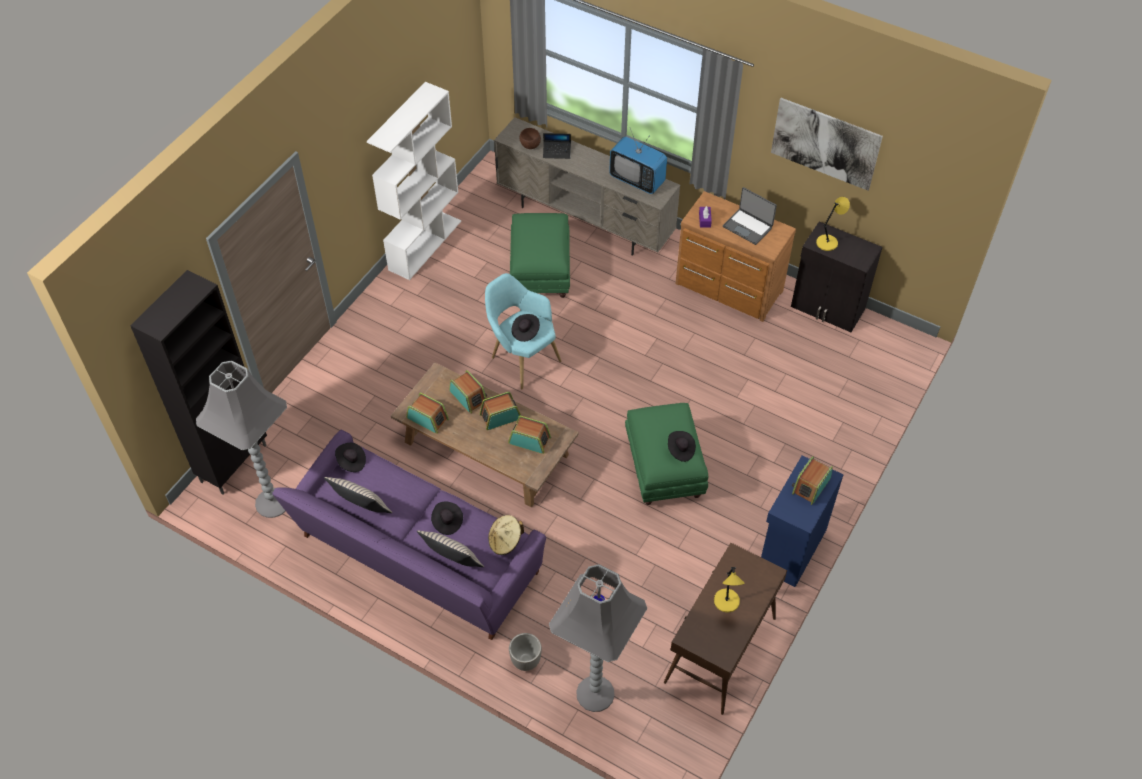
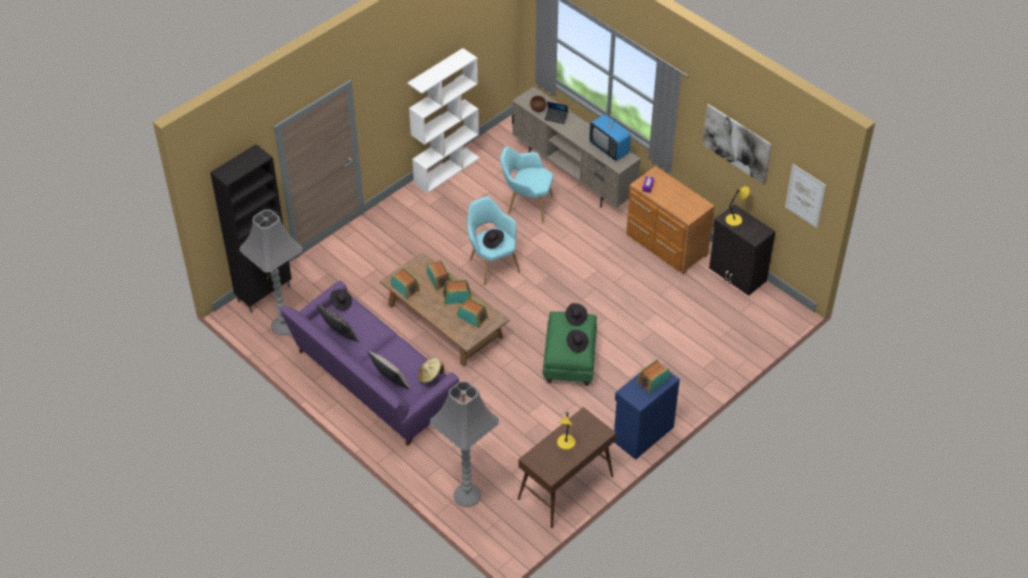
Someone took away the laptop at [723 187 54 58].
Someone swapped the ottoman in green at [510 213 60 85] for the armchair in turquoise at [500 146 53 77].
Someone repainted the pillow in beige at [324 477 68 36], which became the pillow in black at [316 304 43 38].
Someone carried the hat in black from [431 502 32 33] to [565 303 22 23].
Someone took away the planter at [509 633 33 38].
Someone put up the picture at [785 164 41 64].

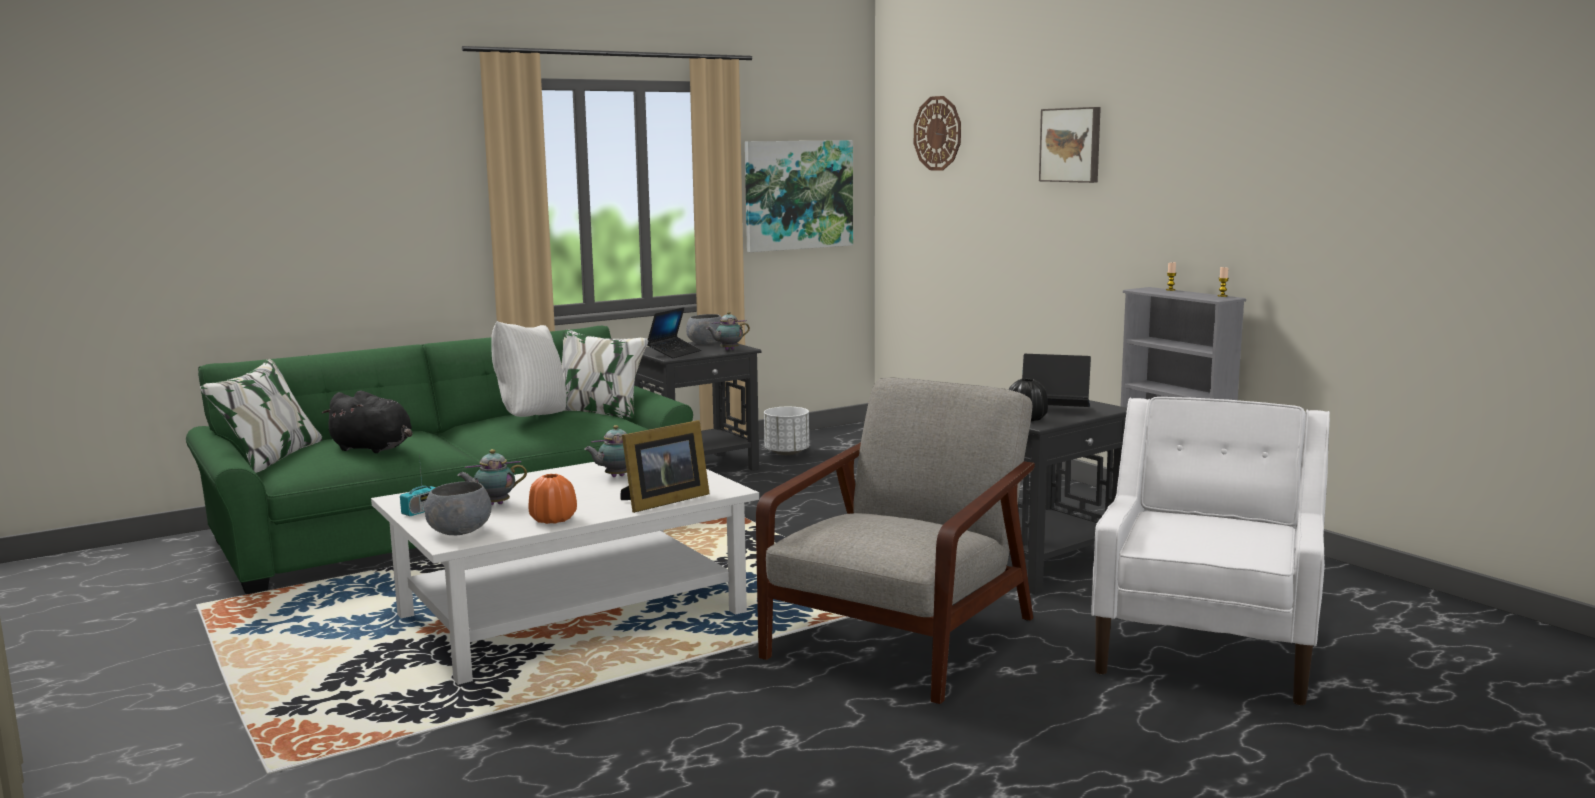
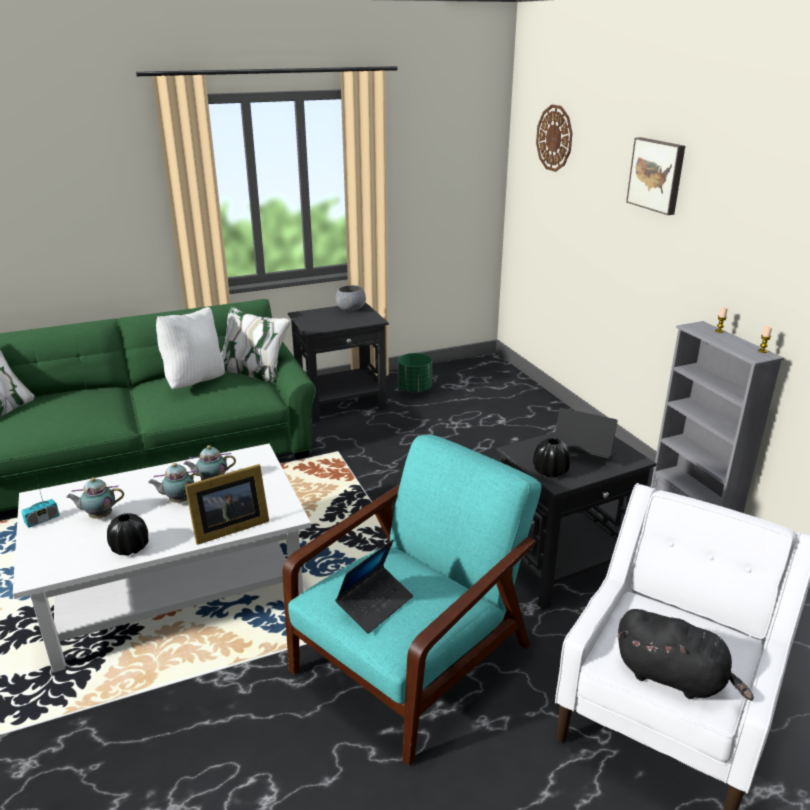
Someone took away the picture at [745 140 108 112].
Someone carried the laptop from [647 307 54 51] to [335 540 78 94].
Someone carried the teapot from [706 312 44 38] to [148 463 55 40].
Someone repainted the armchair in grey at [756 377 279 327], which became the armchair in turquoise at [282 435 259 331].
Someone carried the plush toy in black from [322 391 91 62] to [618 609 136 92].
Someone repainted the planter in white at [764 407 45 48], which became the planter in green at [398 353 34 40].
Someone repainted the vase in orange at [528 474 49 50], which became the vase in black at [107 513 42 43].
Someone took away the bowl in grey at [425 481 67 54].

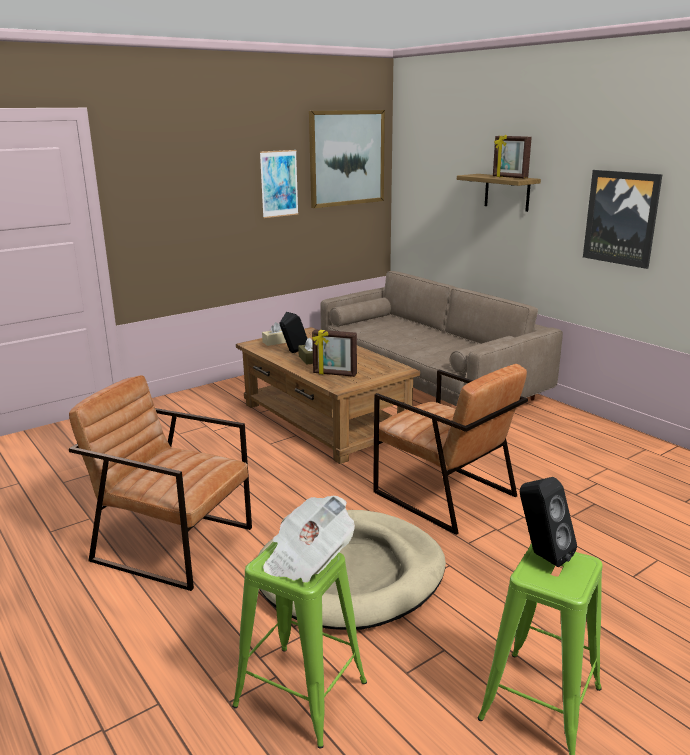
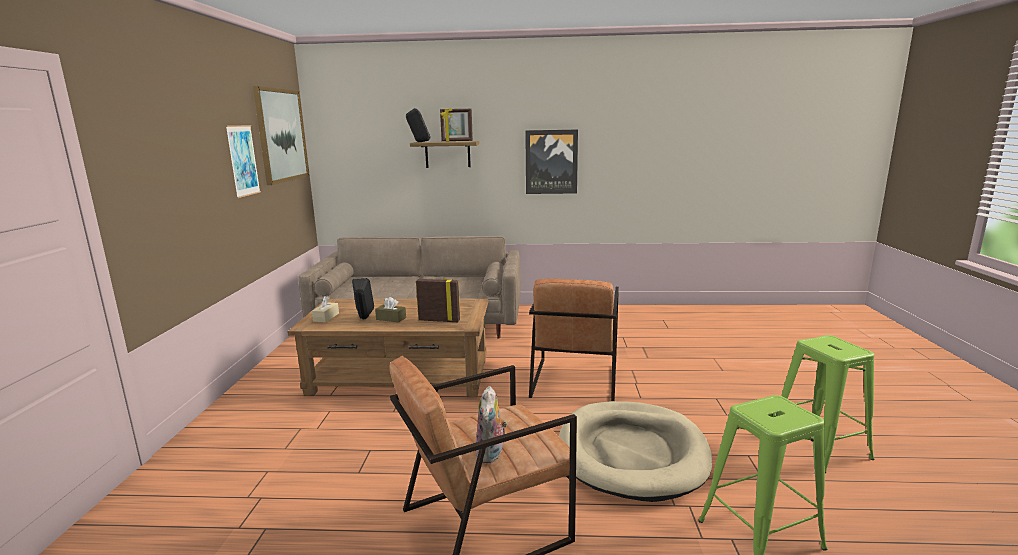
Someone rotated the picture frame at [312 329 45 48] by 135 degrees counterclockwise.
Someone rotated the armchair in brown at [373 364 155 171] by 105 degrees clockwise.
Someone carried the speaker in black from [520 477 57 90] to [406 108 25 34].
Someone took away the newspaper at [263 496 92 87].
Someone put down the plush toy at [476 386 32 77].

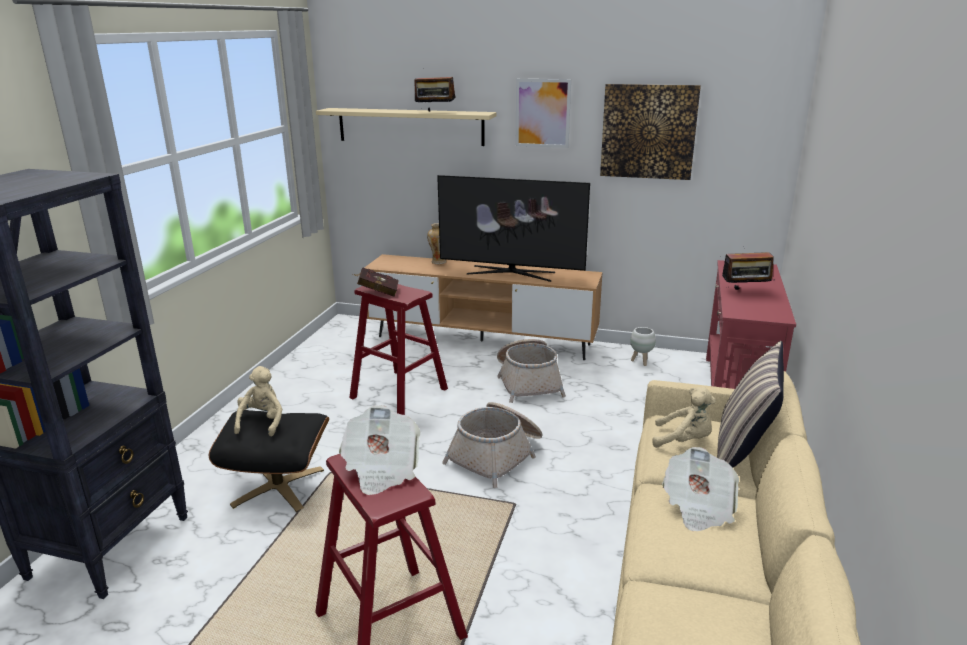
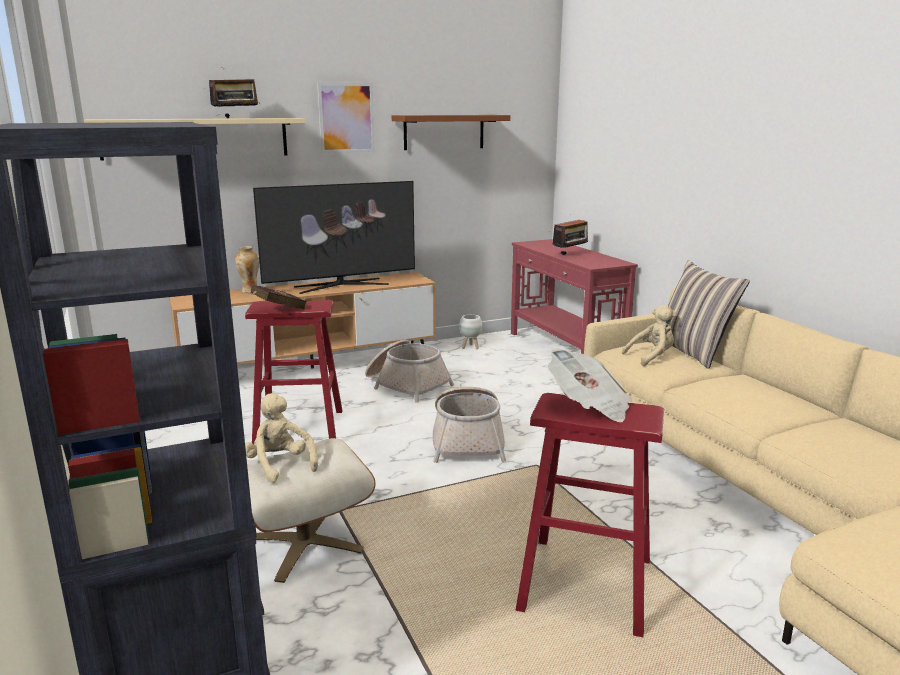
Someone swapped the picture at [600 84 101 96] for the shelf in brown at [392 115 118 35].
Someone repainted the ottoman in black at [209 410 120 102], which became the ottoman in beige at [247 438 129 145].
Someone took away the newspaper at [662 447 77 84].

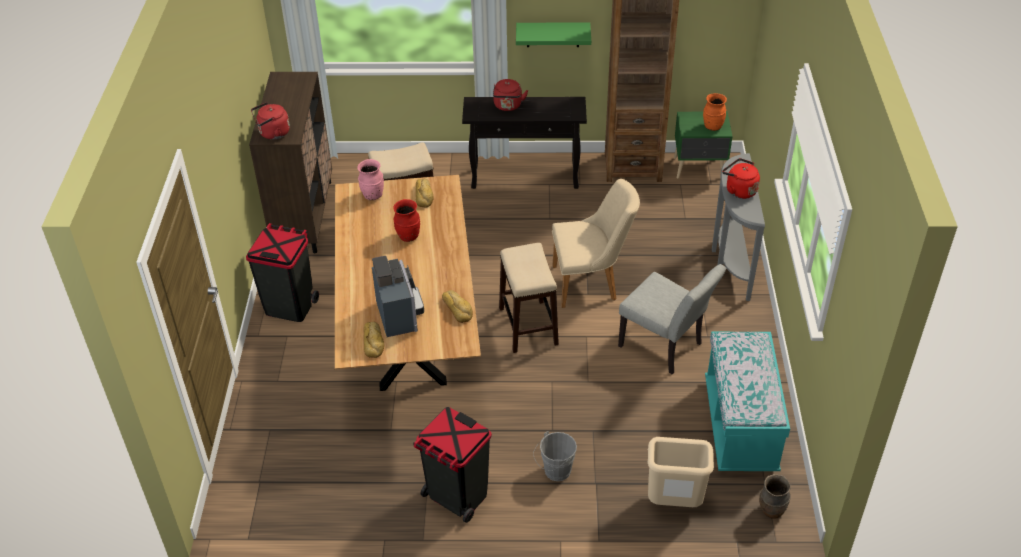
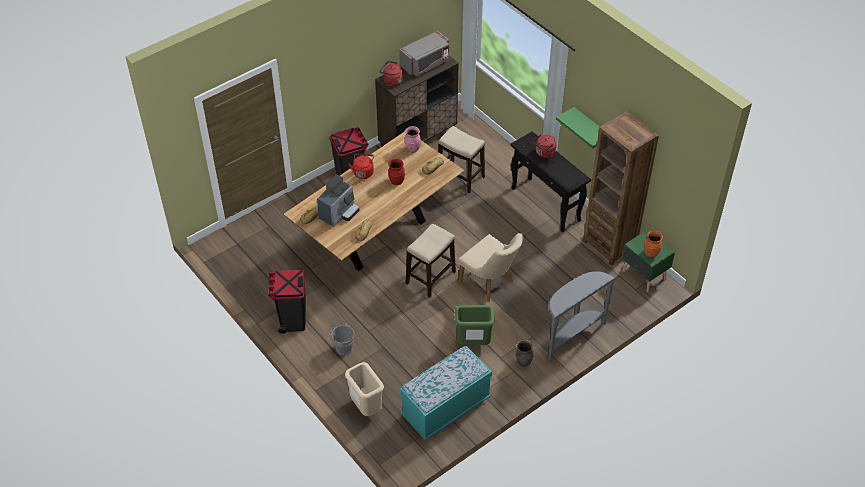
Someone carried the kettle in red from [722 158 38 41] to [348 153 26 26].
Someone swapped the chair in grey at [618 264 108 110] for the trash can in green at [455 305 39 40].
Someone carried the vase in brown from [759 474 32 45] to [516 340 18 27].
Someone put down the microwave in grey at [399 31 50 45].

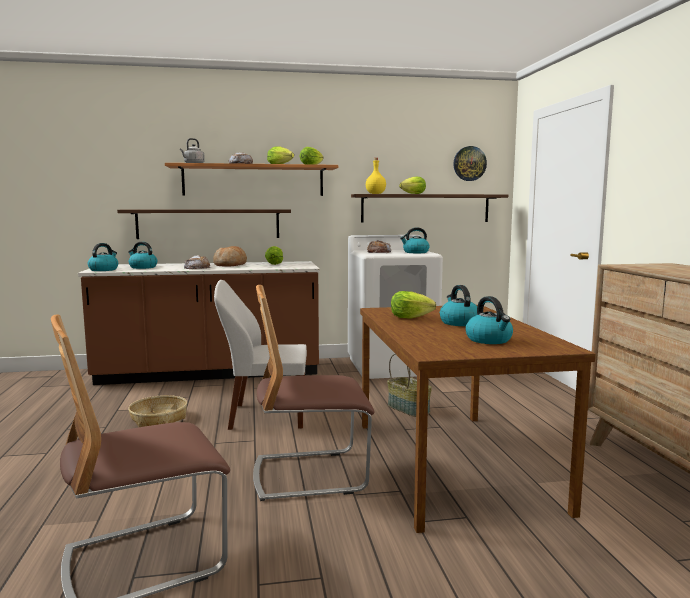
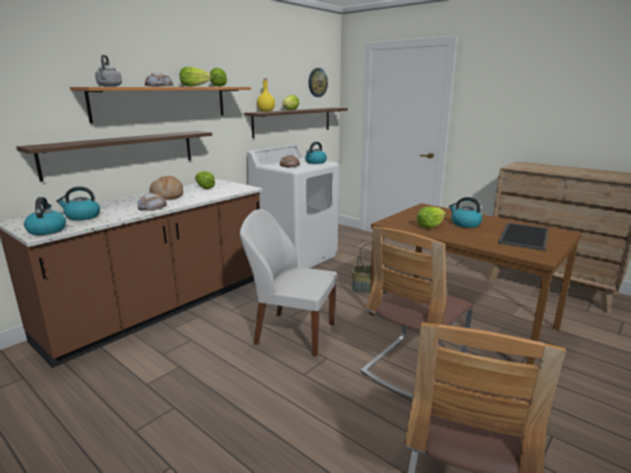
Someone rotated the chair in white at [214 280 93 150] by 60 degrees clockwise.
Someone swapped the kettle at [465 296 48 48] for the tray at [498 222 51 29].
Someone took away the basket at [128 395 59 32].

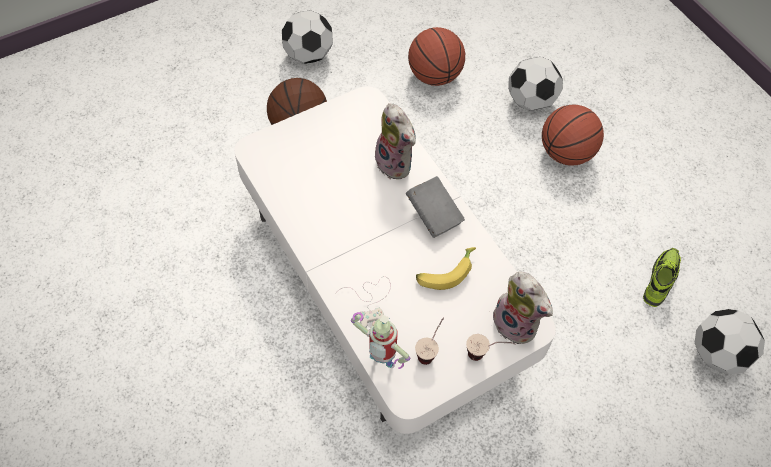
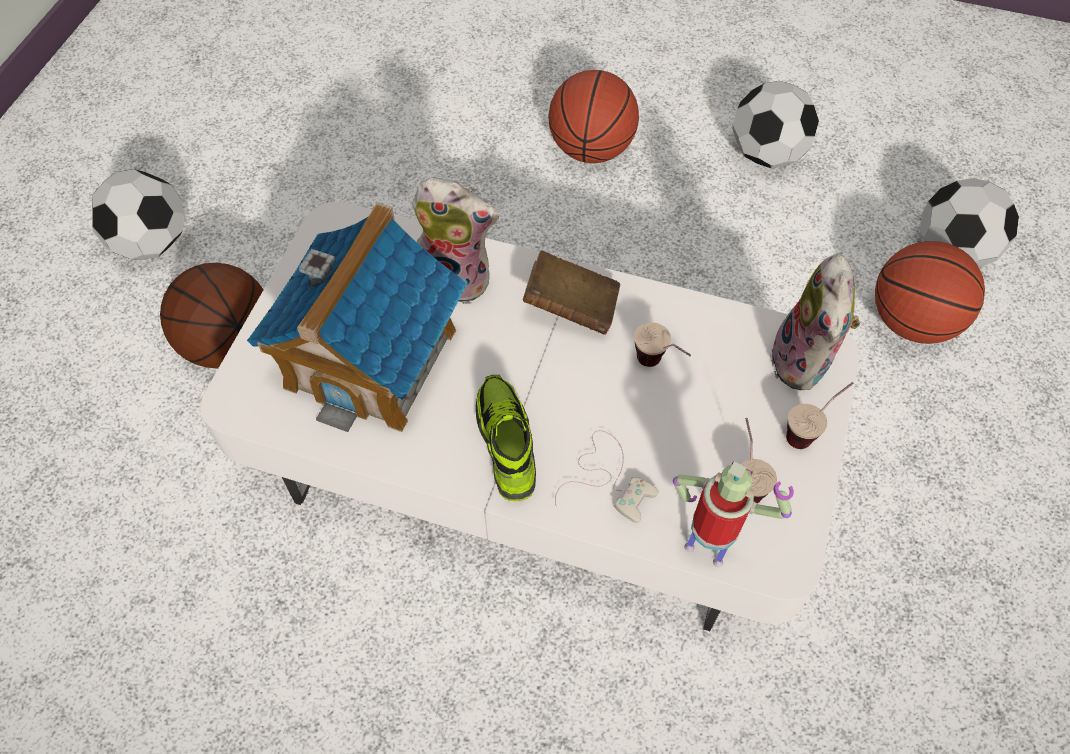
Someone carried the basketball from [408 27 57 59] to [875 241 110 103].
Someone carried the football from [508 57 55 54] to [733 81 86 87].
Someone repainted the book in grey at [405 176 60 62], which became the book in brown at [523 250 97 85].
Someone swapped the banana at [416 247 60 43] for the cup at [634 322 57 45].
Someone carried the shoe from [643 248 38 59] to [476 375 60 126].
Someone rotated the plush toy at [491 272 62 73] by 90 degrees clockwise.
Someone rotated the toy robot at [351 312 59 57] by 135 degrees counterclockwise.
Someone put down the toy house at [247 203 220 229].

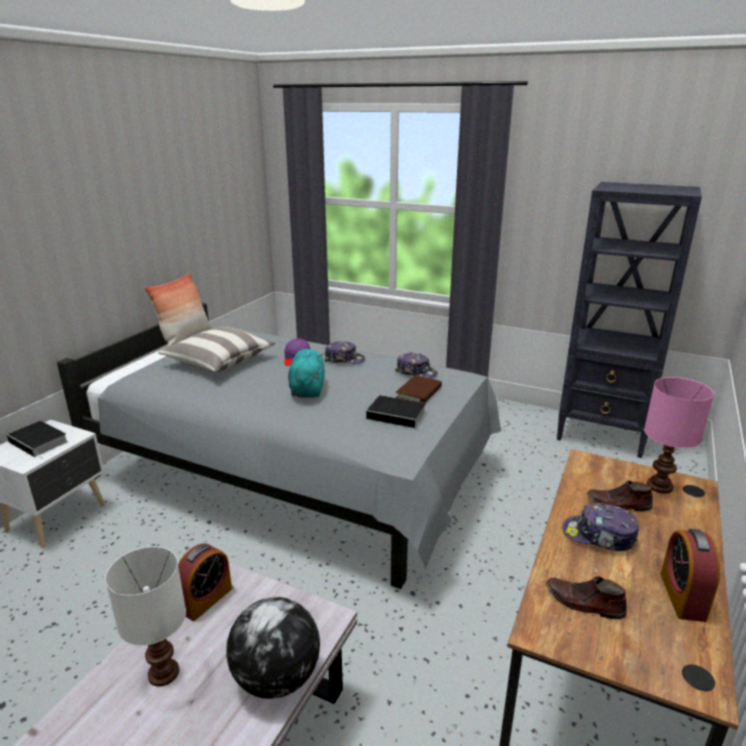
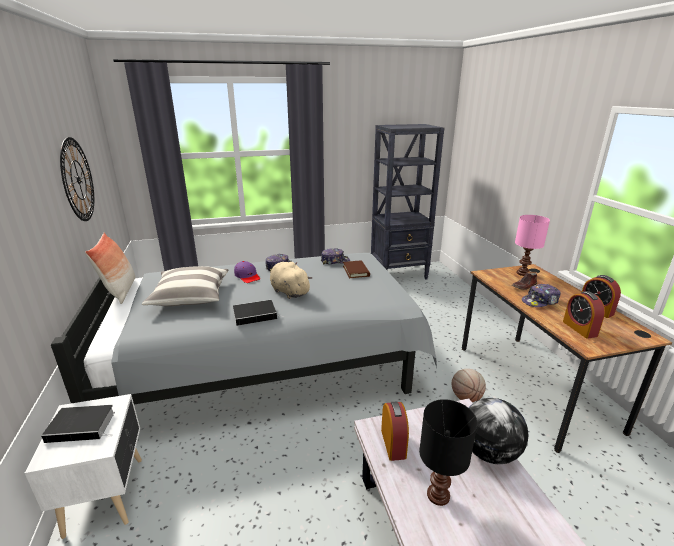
Someone repainted the plush toy in turquoise at [288 349 37 49], which became the plush toy in beige at [270 262 42 37].
Someone carried the book from [366 395 60 34] to [233 300 49 26].
Someone repainted the table lamp in white at [105 546 81 141], which became the table lamp in black at [419 399 58 107].
Someone swapped the shoe in brown at [546 576 81 43] for the alarm clock at [563 291 42 48].
Someone put up the wall clock at [60 137 34 84].
Someone put down the basketball at [452 369 34 33].

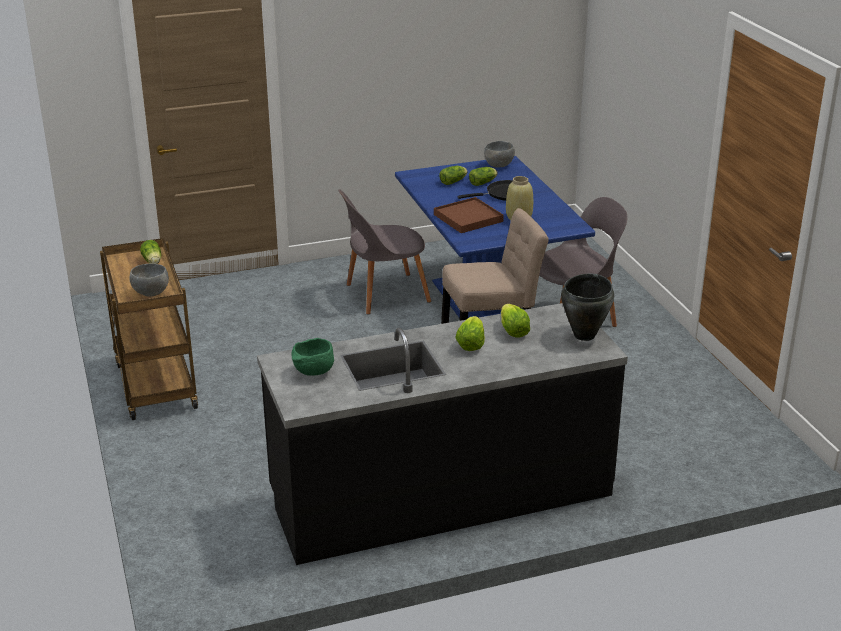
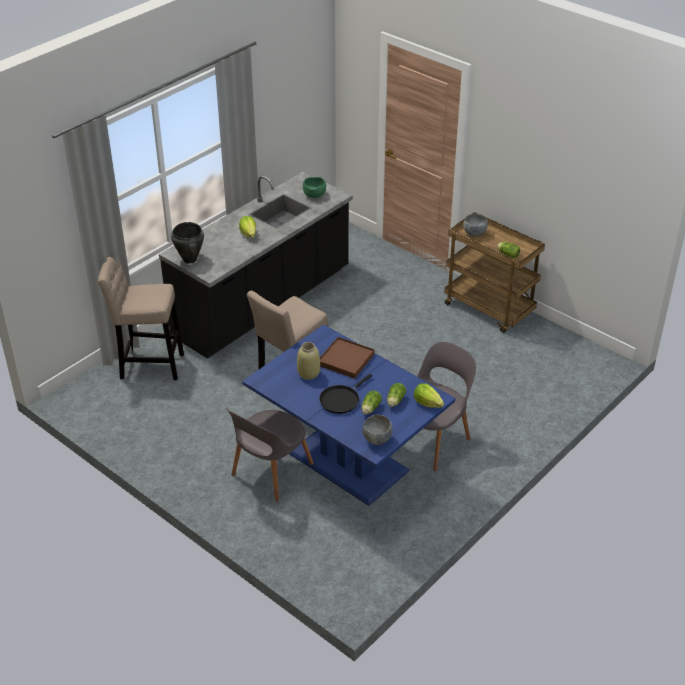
Someone carried the lettuce from [501 304 29 34] to [414 383 30 25].
Someone put down the stool in beige at [98 257 86 123].

